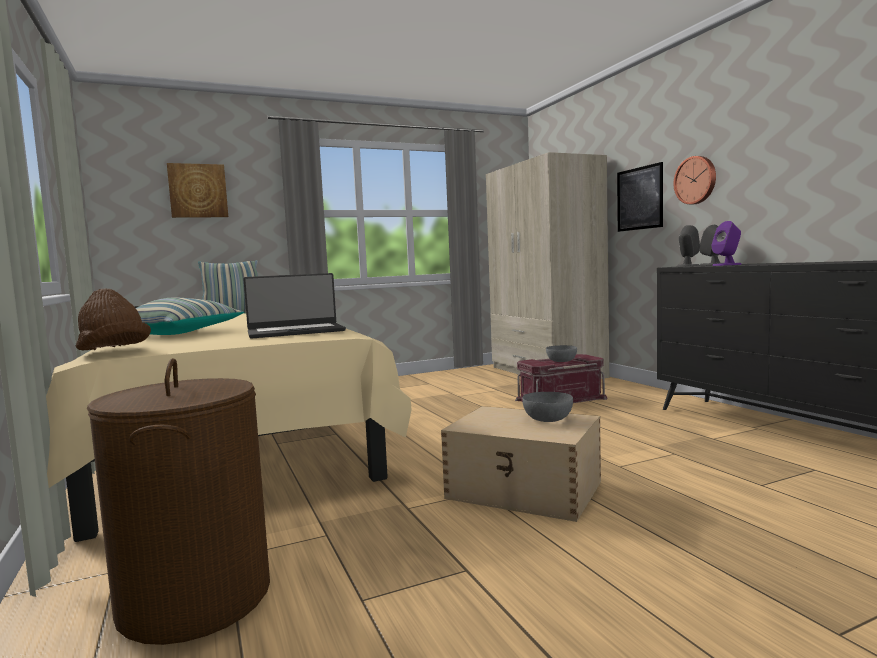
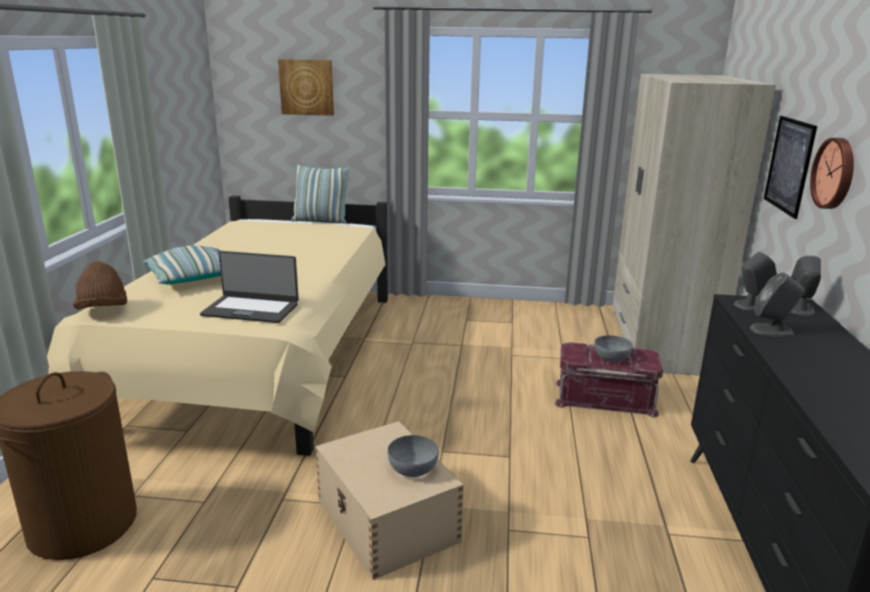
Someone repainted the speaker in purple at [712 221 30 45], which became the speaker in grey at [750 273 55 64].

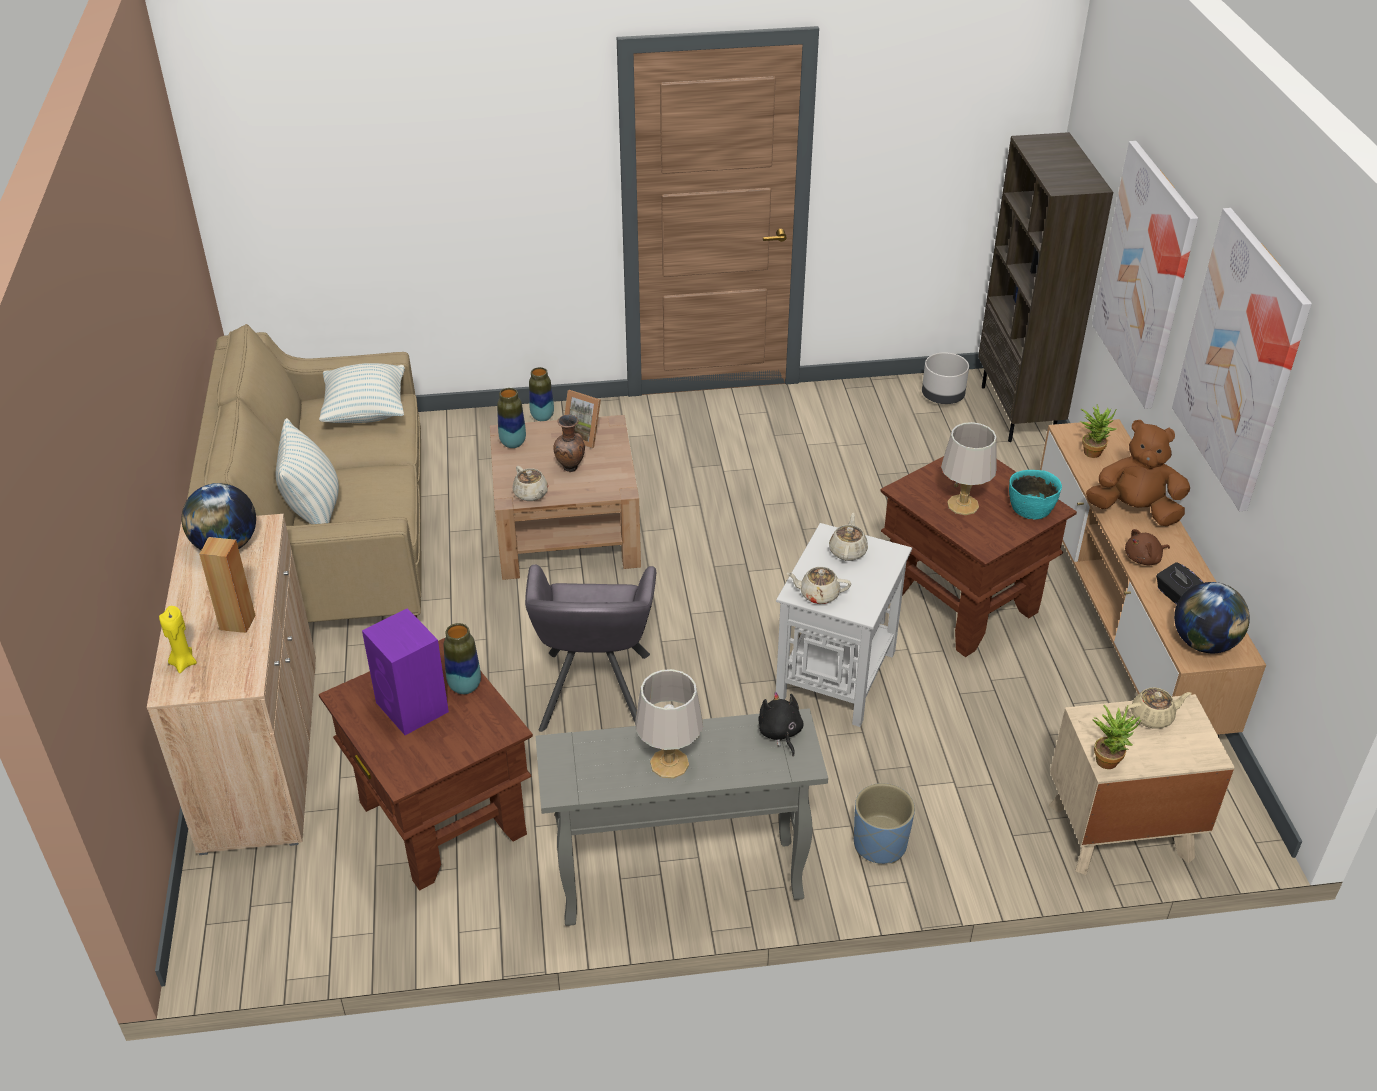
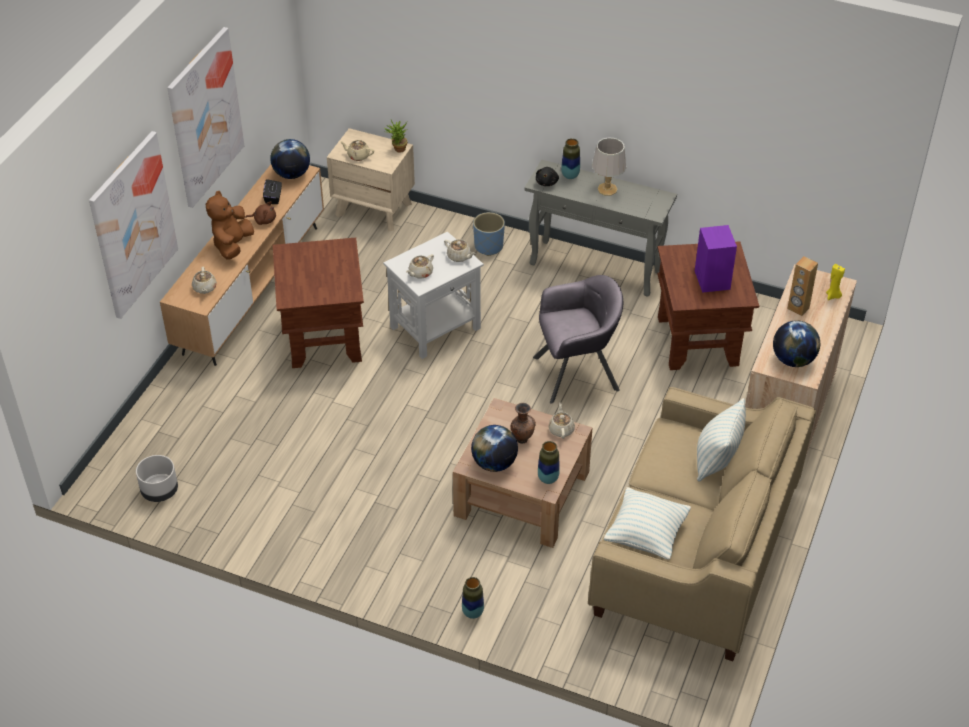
Someone took away the bookcase in brown at [978 132 135 310].
Someone swapped the picture frame at [562 390 39 58] for the globe at [471 425 47 47].
Someone swapped the potted plant at [1079 405 38 53] for the teapot in beige at [192 267 25 27].
Someone rotated the plush toy in brown at [1086 420 104 106] by 60 degrees clockwise.
Someone took away the table lamp in grey at [941 422 56 93].
Someone took away the bowl in turquoise at [1009 470 53 49].
Someone rotated the armchair in grey at [525 564 131 168] by 45 degrees clockwise.
Someone carried the vase from [444 623 37 71] to [561 138 19 41].

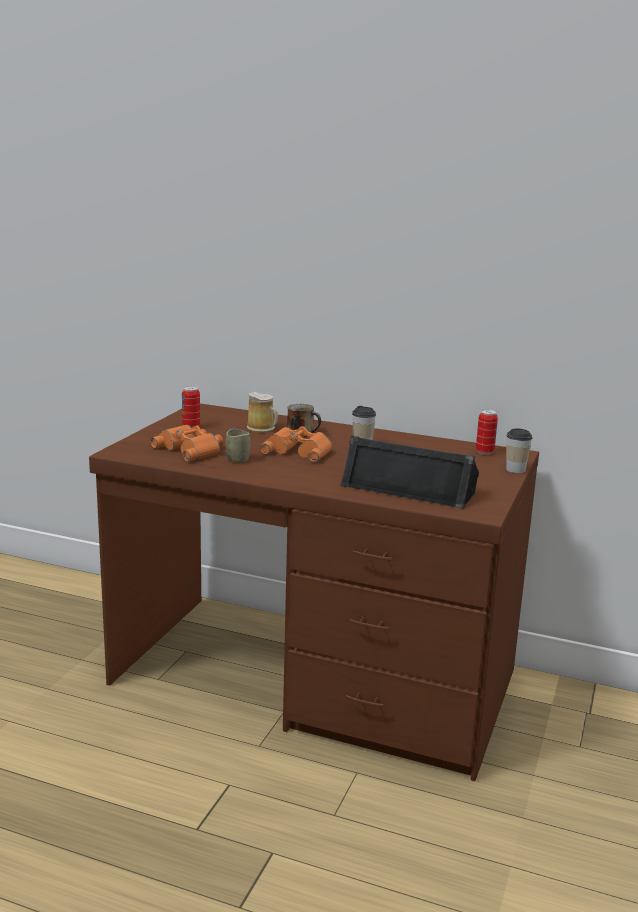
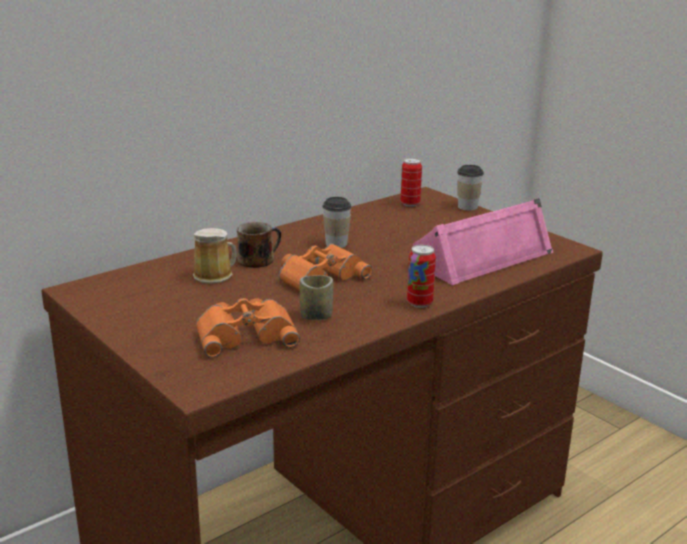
Someone carried the can from [182 386 18 43] to [407 245 29 63].
Someone repainted the speaker in black at [340 436 139 73], which became the speaker in pink at [413 198 140 87].

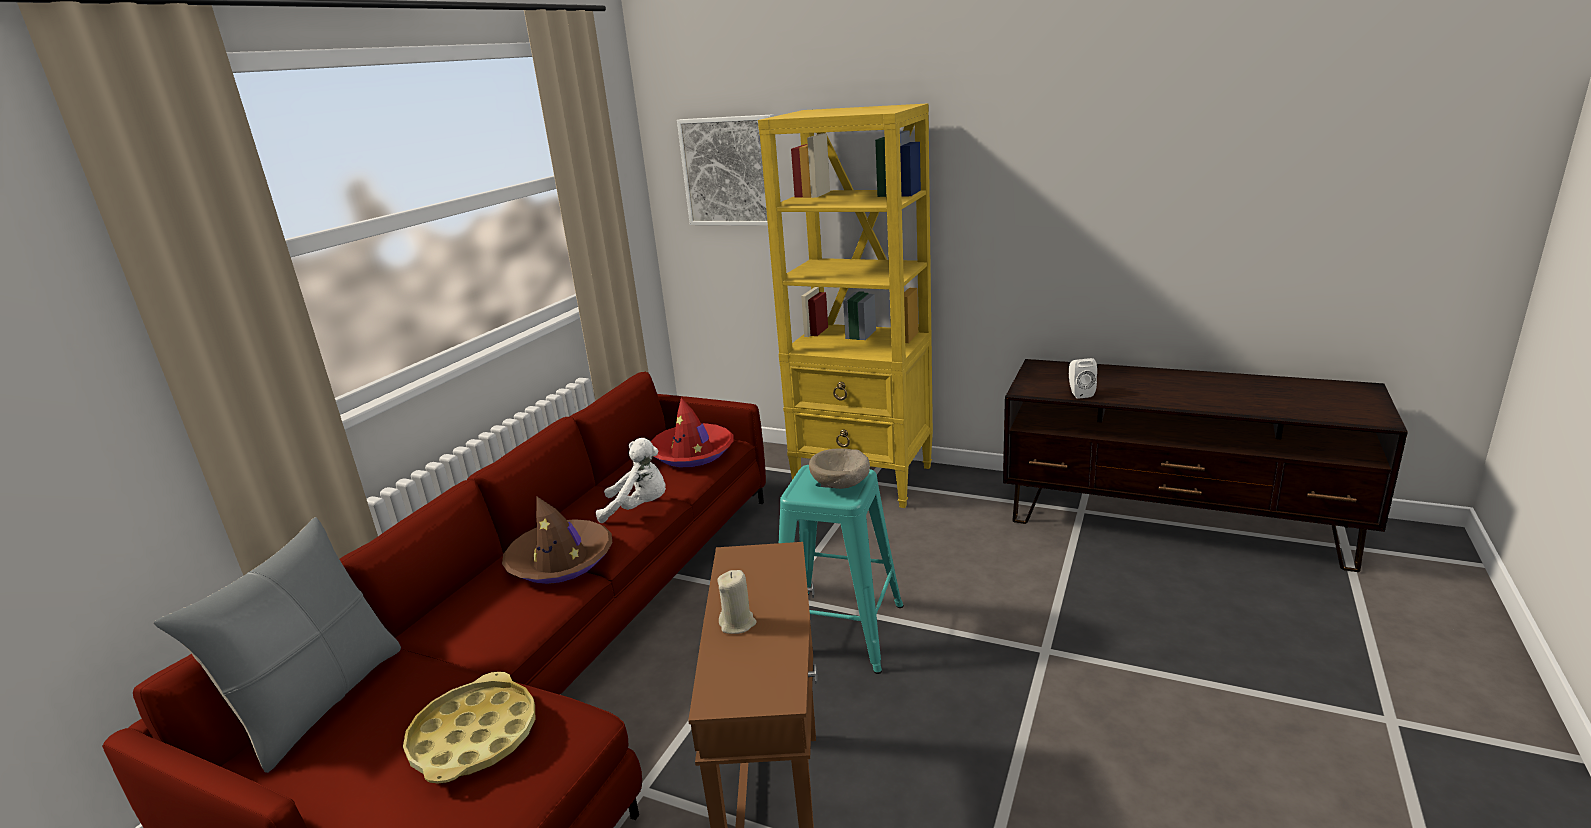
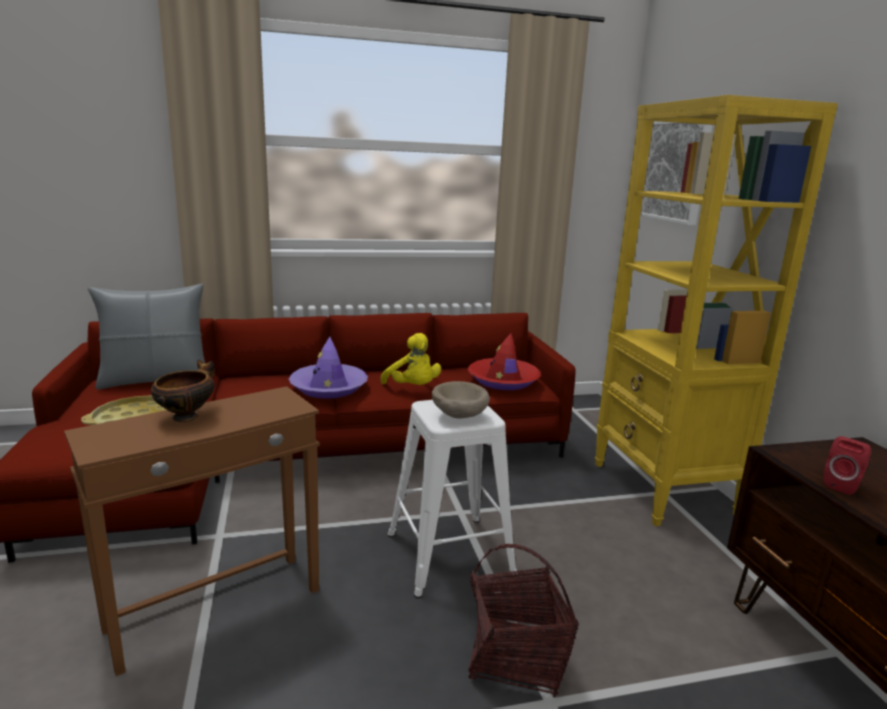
Someone repainted the speaker in white at [1069 358 28 41], which became the speaker in red at [823 436 48 59].
Someone repainted the plush toy in white at [596 438 70 85], which became the plush toy in yellow at [380 333 61 52].
Someone repainted the stool in turquoise at [779 465 125 209], which became the stool in white at [387 400 130 198].
Someone repainted the hat in brown at [502 497 110 87], which became the hat in purple at [289 337 79 62].
Someone swapped the candle in beige at [717 570 39 64] for the bowl at [151 360 64 62].
Someone put down the basket at [469 544 110 153].

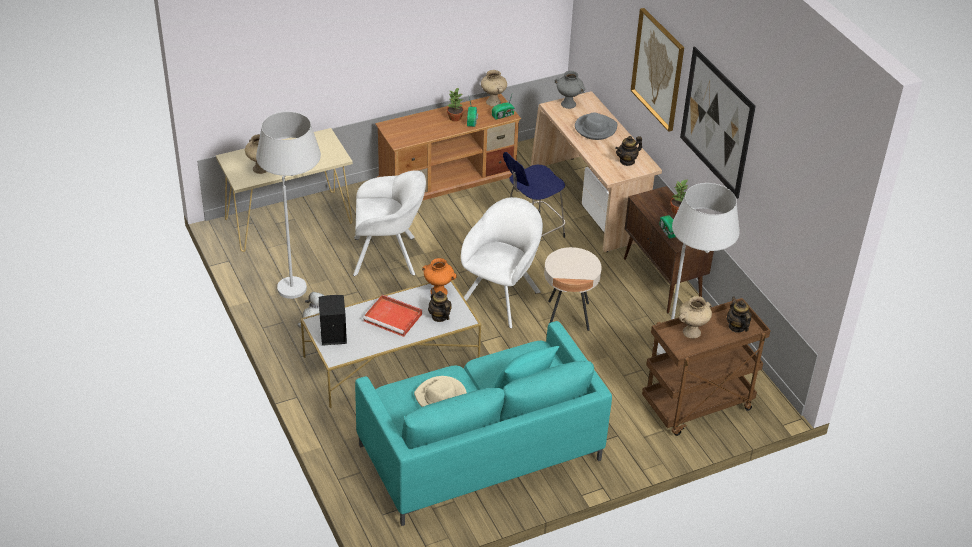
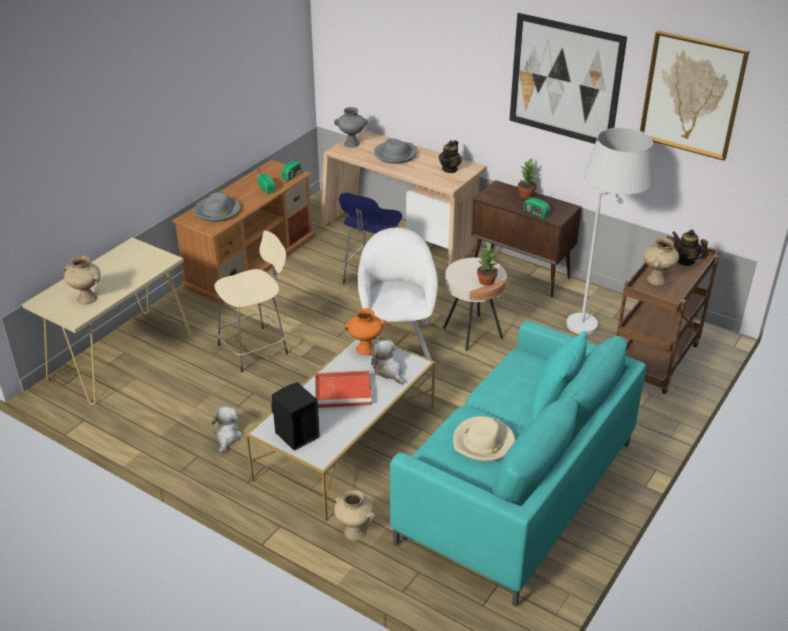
Someone carried the picture from [631 8 53 124] to [640 31 110 130].
Someone carried the vase in beige from [481 70 26 36] to [334 490 42 51].
Someone carried the potted plant from [447 87 17 35] to [477 244 21 42].
Someone took away the floor lamp in white at [256 112 65 187].
Someone swapped the armchair in white at [353 170 73 106] for the stool in beige at [215 230 73 142].
Someone swapped the teapot at [428 288 23 34] for the plush toy at [371 340 33 44].
Someone put down the hat in grey at [194 192 47 30].

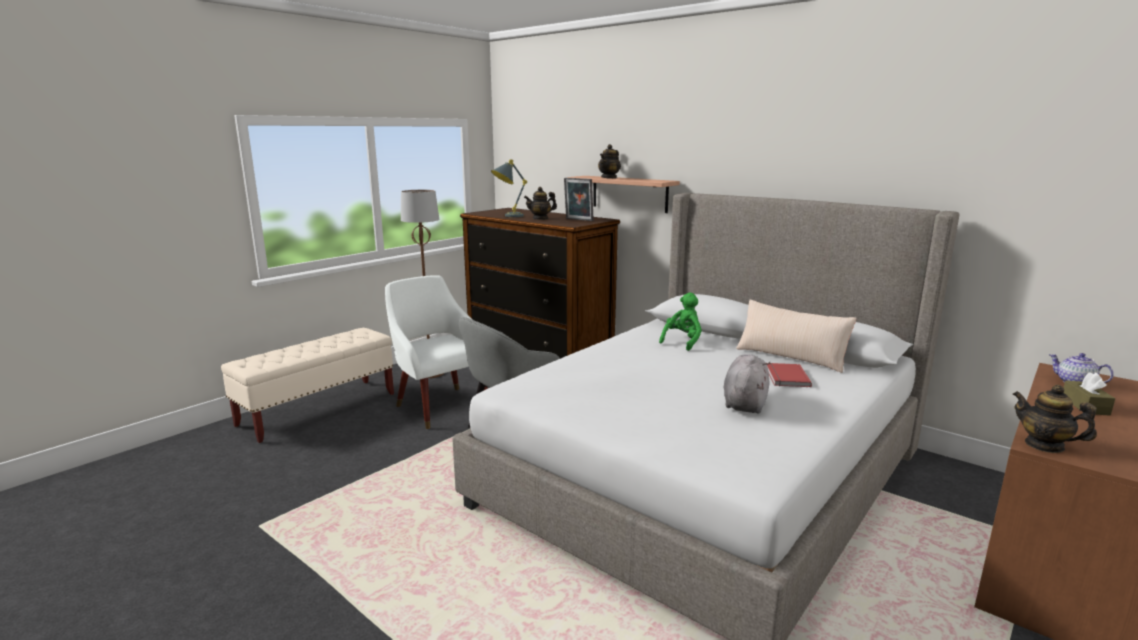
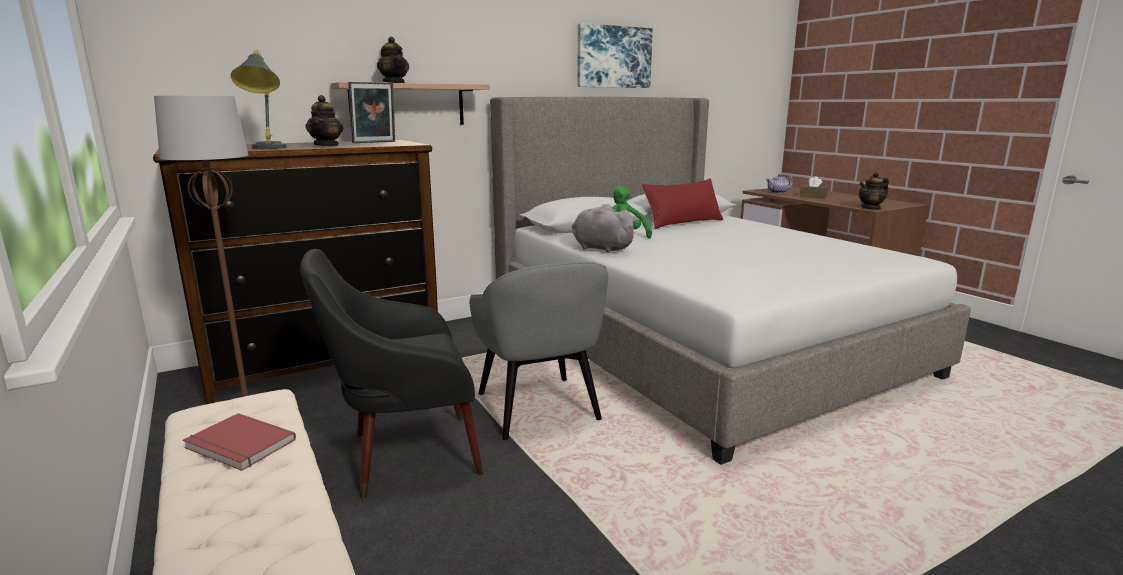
Someone repainted the armchair in white at [385 275 103 154], which became the armchair in black at [300 249 183 250].
Someone repainted the pillow in beige at [736 300 121 73], which became the pillow in red at [642 179 81 50].
Someone carried the plush toy in grey from [724 354 47 59] to [572 204 66 49].
Someone carried the book in red from [767 363 45 24] to [183 413 113 58].
Someone put up the picture at [577 23 76 65].

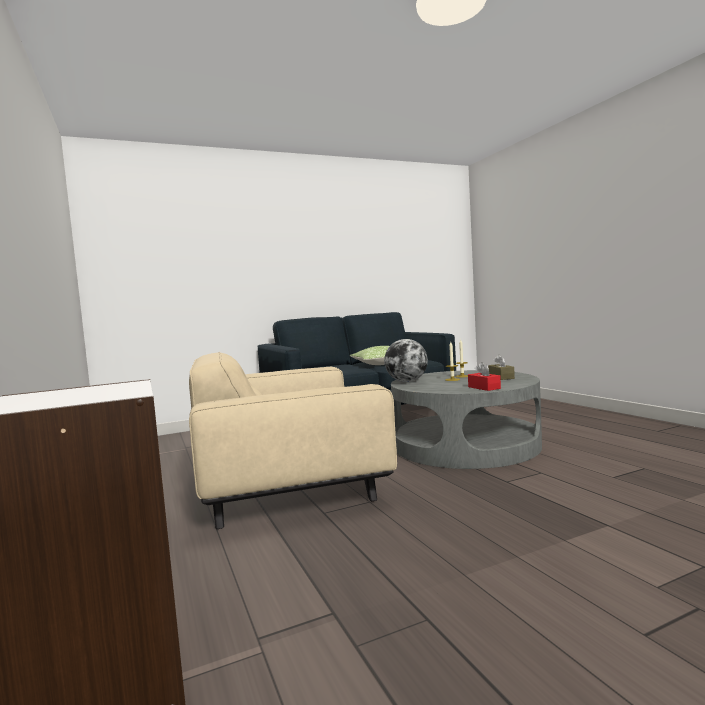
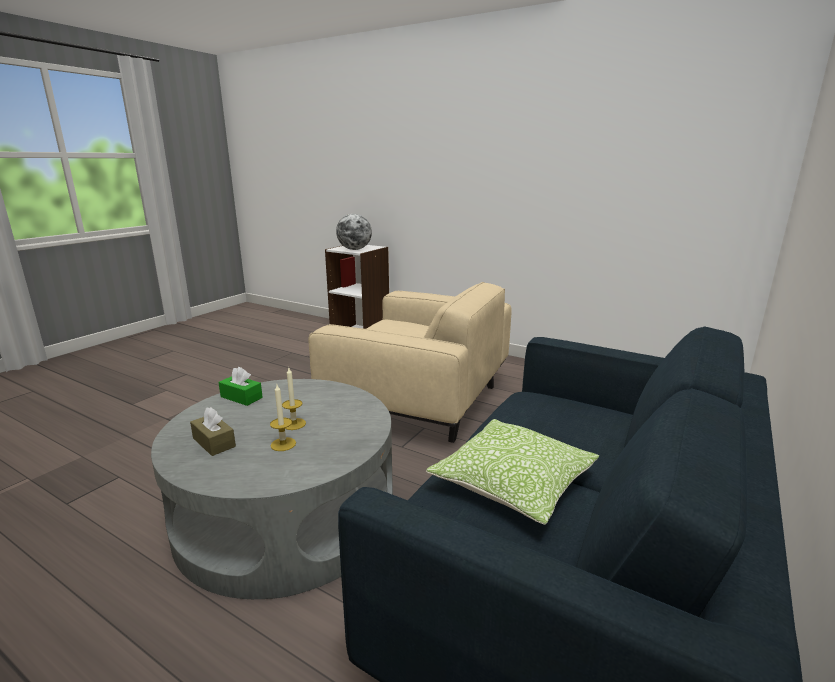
Someone carried the globe from [384 339 44 43] to [336 214 36 36].
Someone rotated the armchair in beige at [189 352 208 177] by 75 degrees clockwise.
Someone repainted the tissue box in red at [468 362 33 29], which became the tissue box in green at [218 367 45 39].

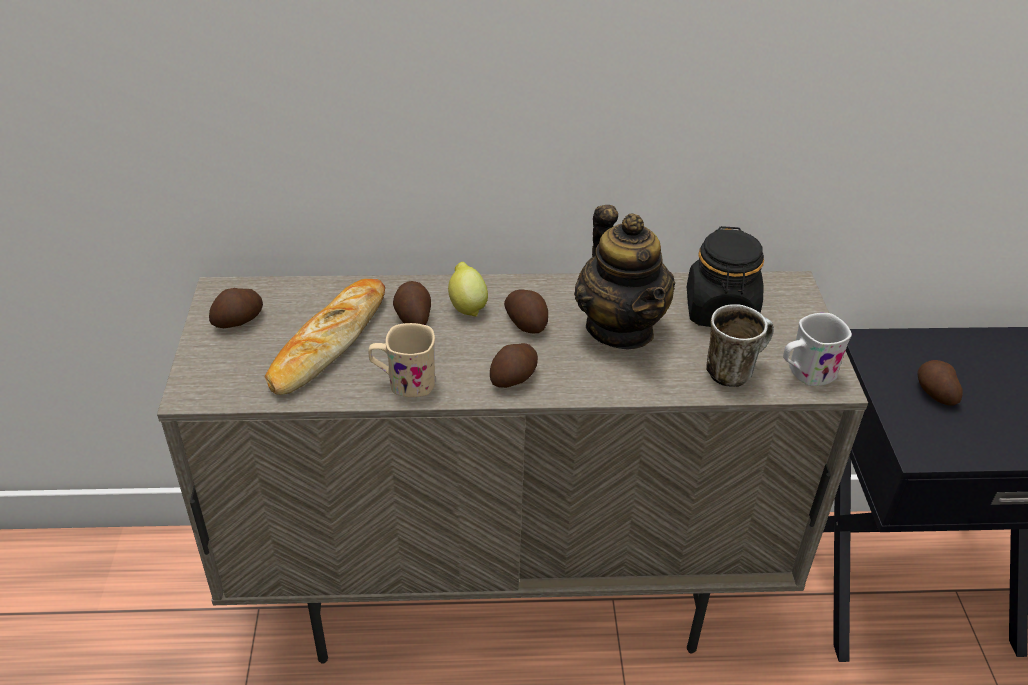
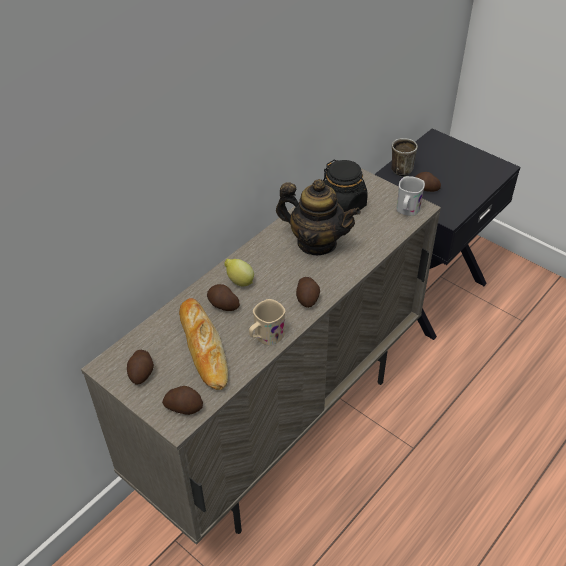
Someone carried the potato from [504 289 44 45] to [162 386 41 29].
Someone carried the mug from [706 304 68 83] to [391 138 27 38].

